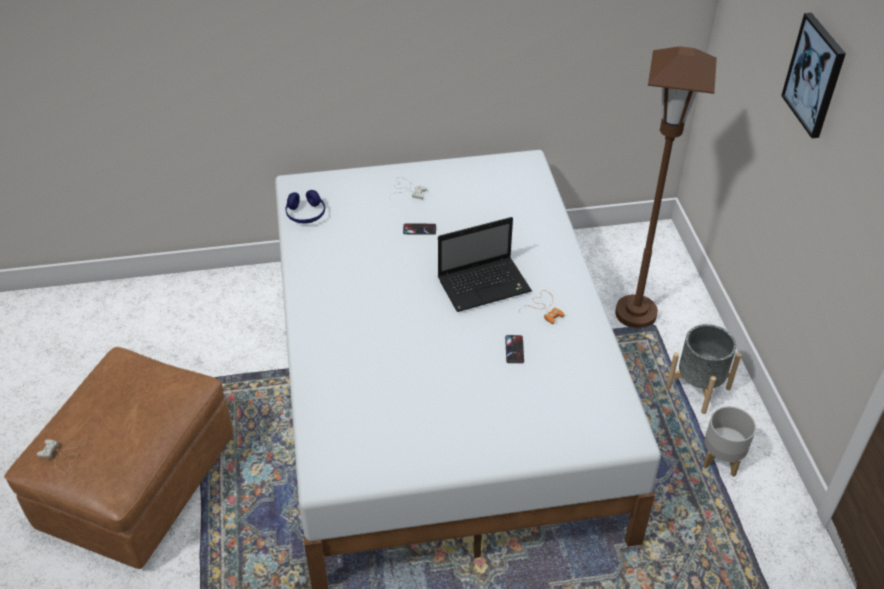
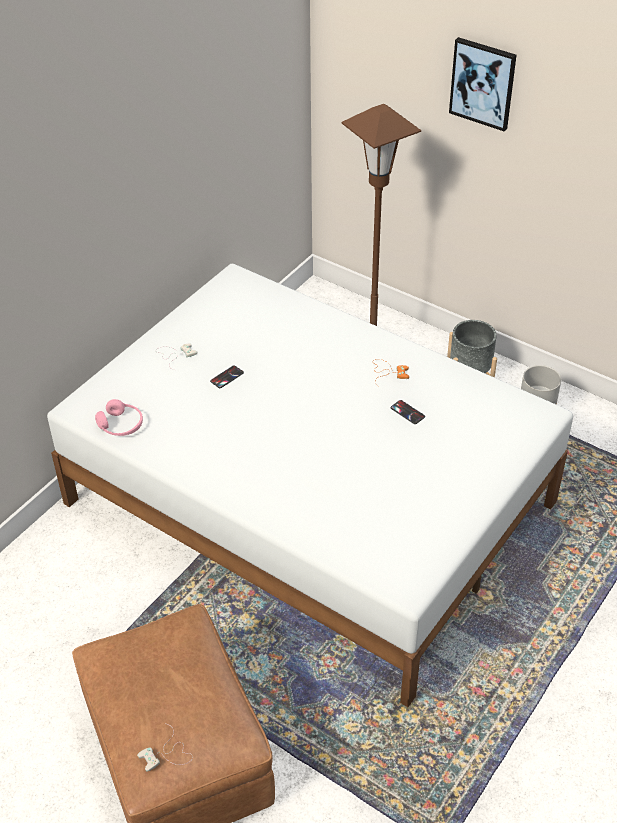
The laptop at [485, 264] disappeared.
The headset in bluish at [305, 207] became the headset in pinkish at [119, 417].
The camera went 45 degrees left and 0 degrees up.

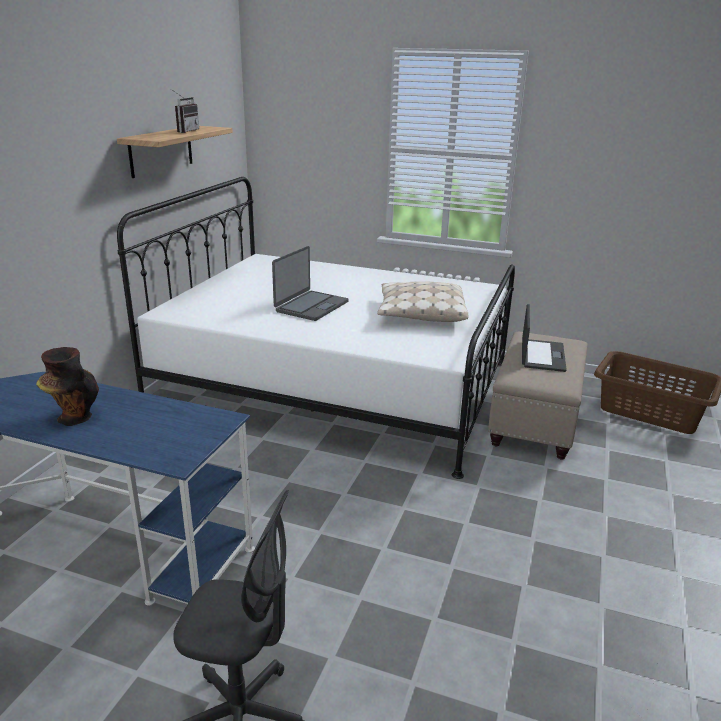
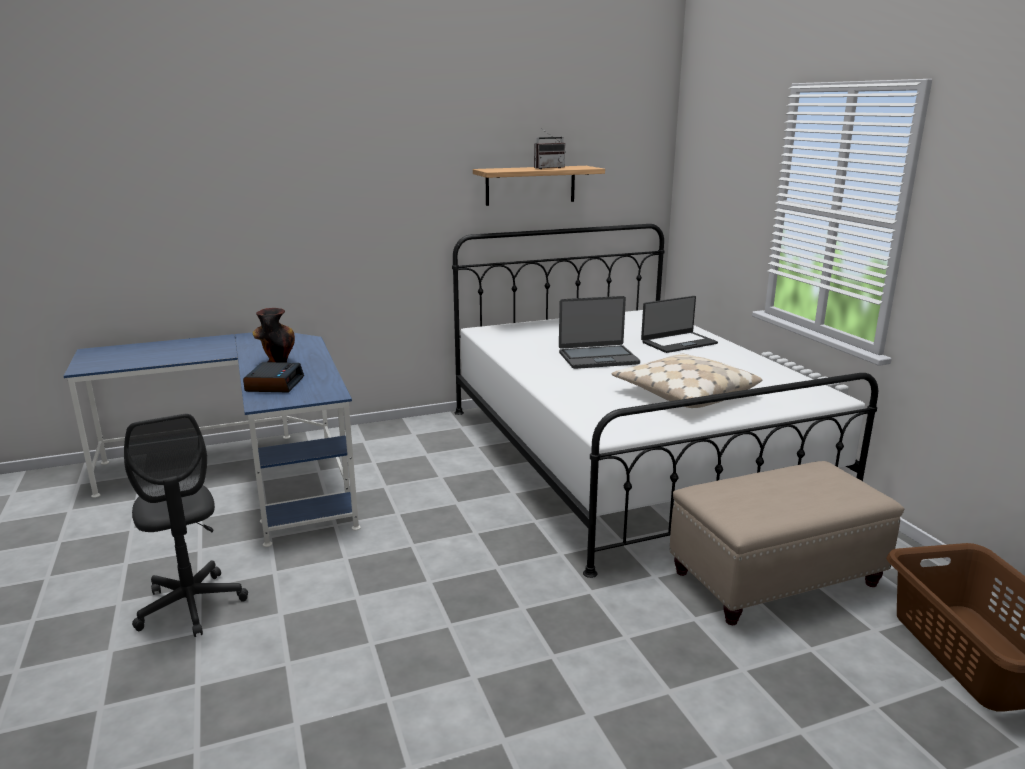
The alarm clock at [273, 377] appeared.
The laptop moved from [544, 338] to [679, 324].
The camera went 50 degrees right and 5 degrees down.

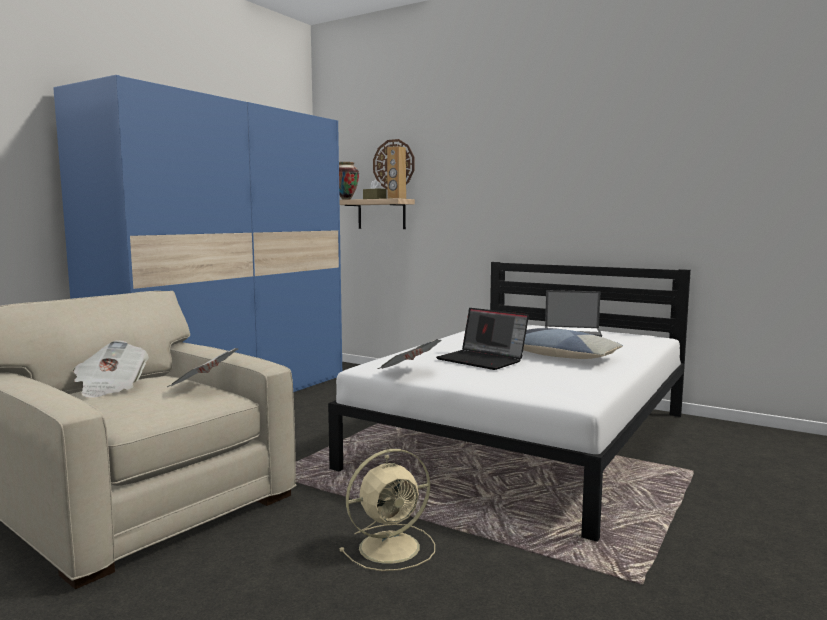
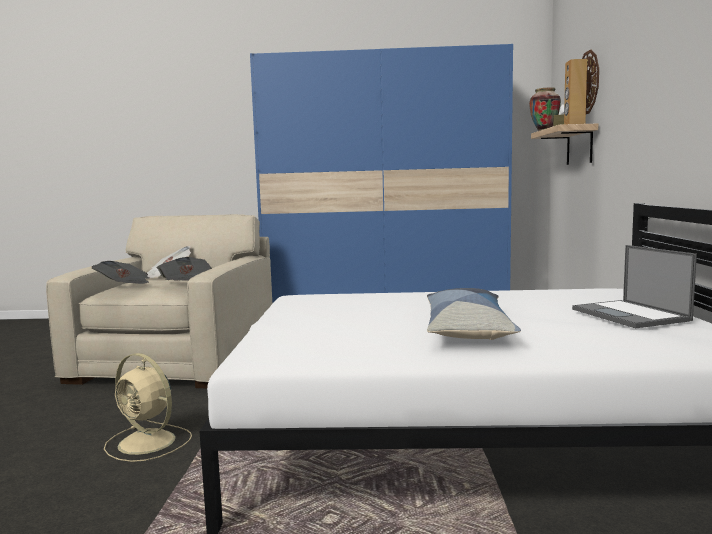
The laptop at [482, 339] disappeared.
The newspaper moved from [409, 354] to [120, 272].
The camera went 60 degrees right and 0 degrees up.

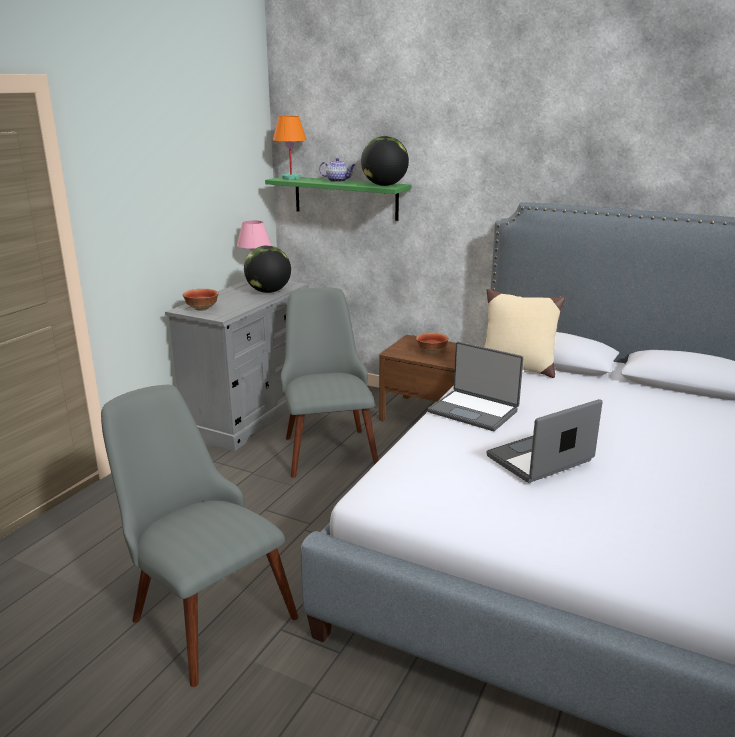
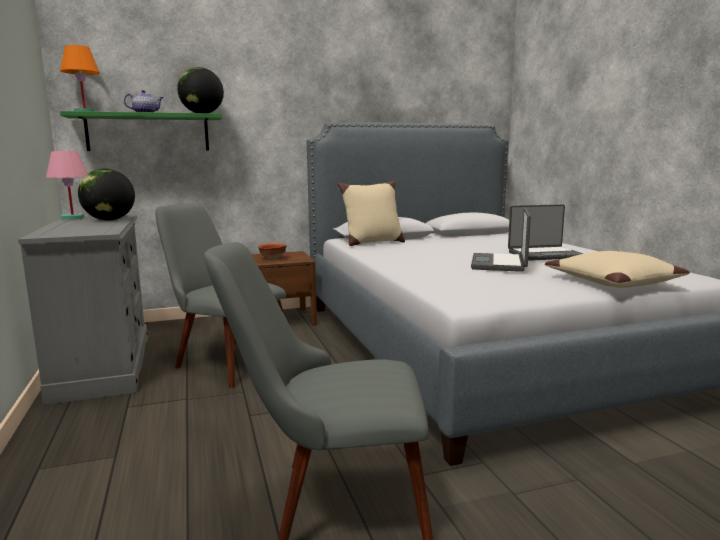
The serving bowl at [201, 300] disappeared.
The cushion in sand-coloured at [617, 269] appeared.
The laptop moved from [476, 386] to [545, 232].
The camera went 45 degrees left and 10 degrees down.

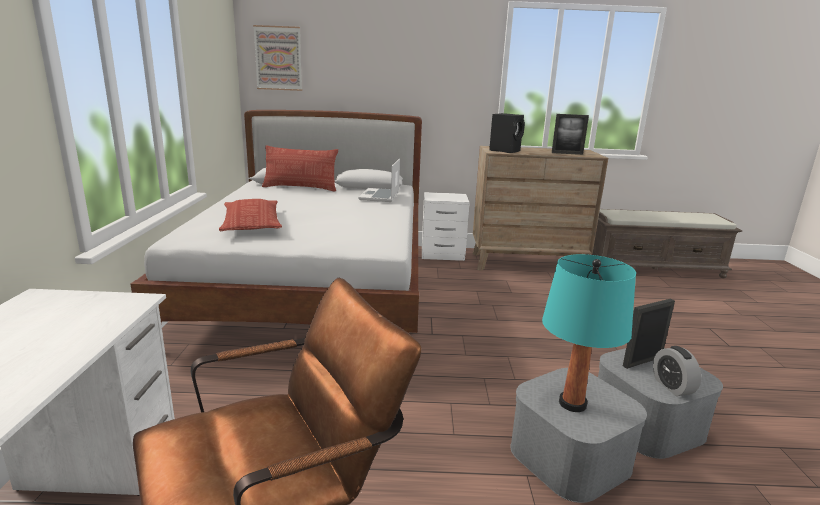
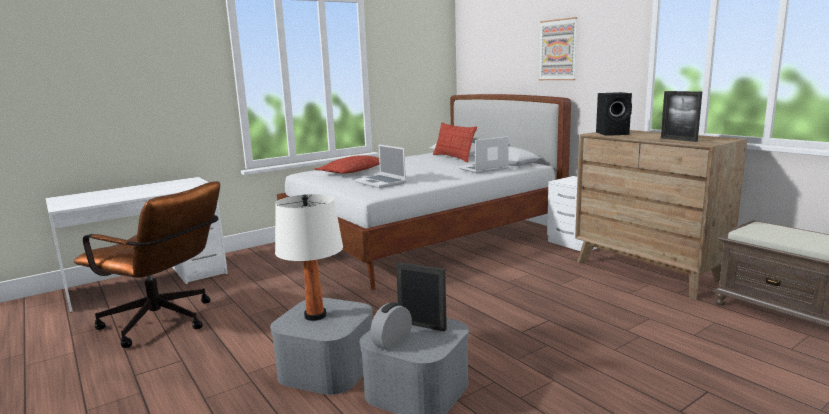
The laptop at [380, 166] appeared.
The picture moved from [277, 58] to [558, 48].
The lamp for a table in turquoise at [589, 333] became the lamp for a table in white at [309, 257].
The camera went 55 degrees right and 5 degrees down.

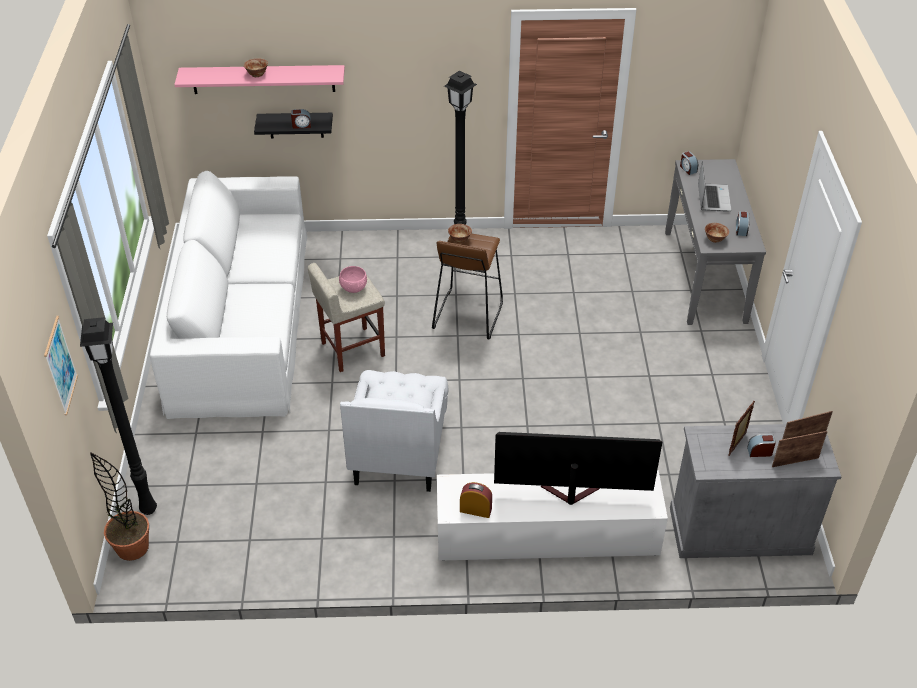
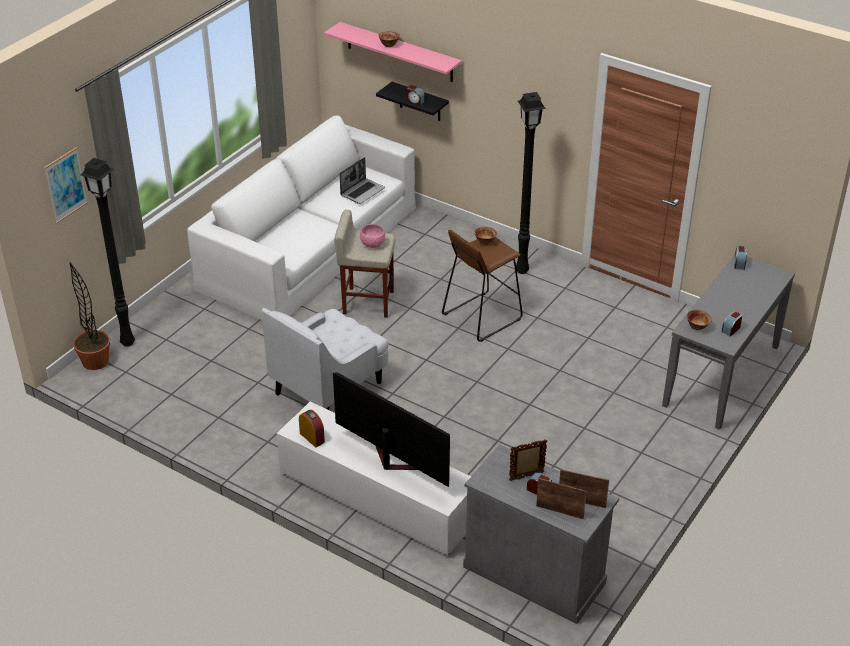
The laptop moved from [714, 186] to [362, 180].
The camera went 35 degrees right and 5 degrees down.

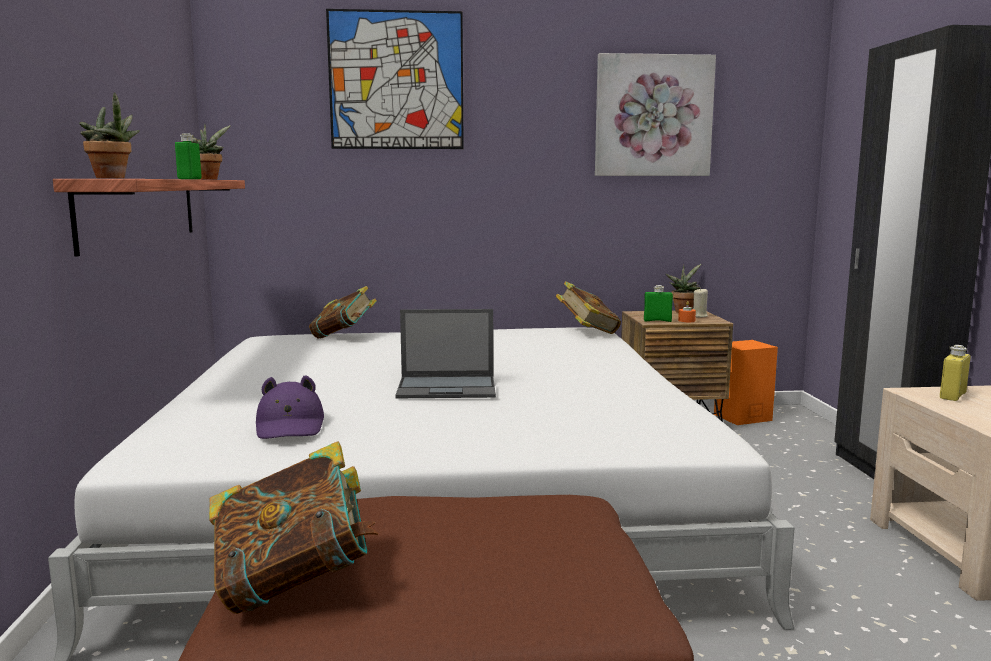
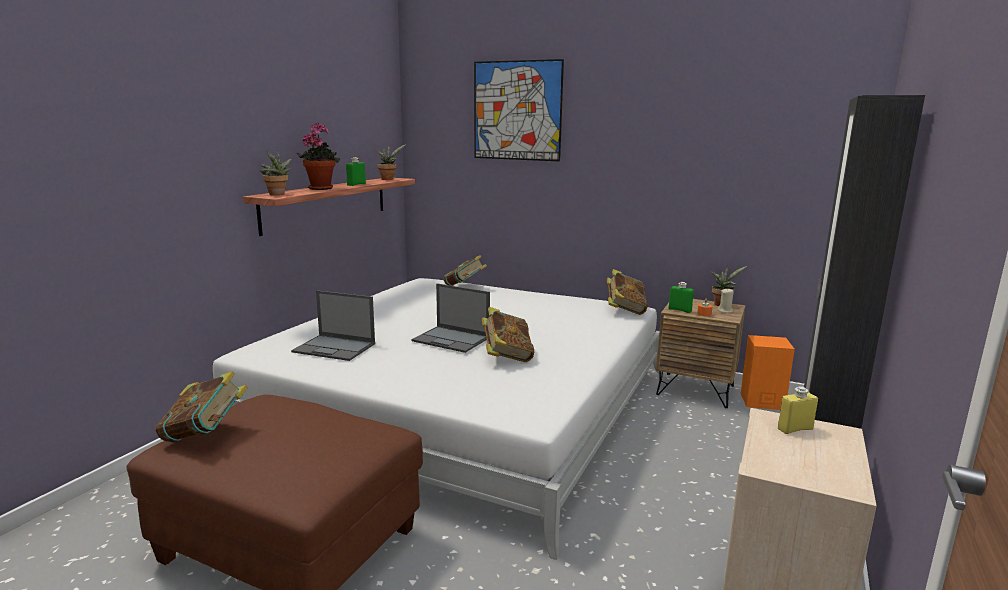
The picture at [655, 114] disappeared.
The plant in a pot at [318, 156] appeared.
The volume at [508, 334] appeared.
The clothing hat in purple at [290, 407] was replaced by the laptop at [333, 325].
The camera went 30 degrees right and 5 degrees up.

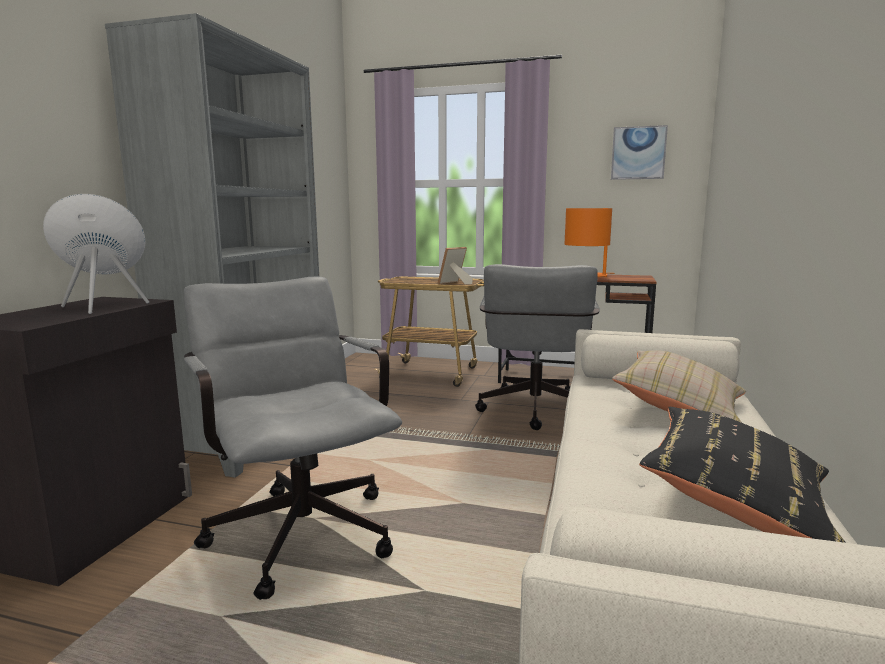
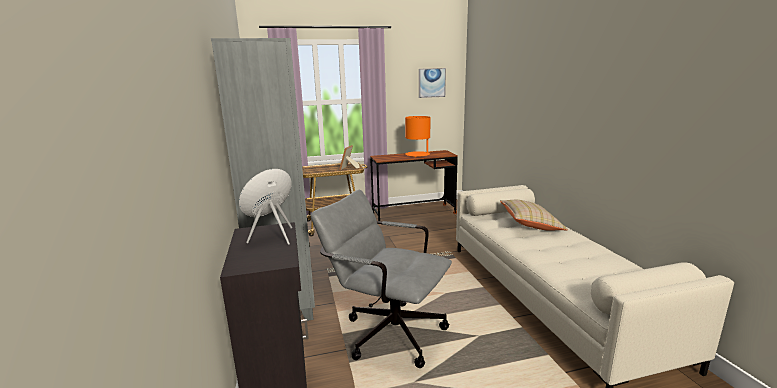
The office chair in greyish at [537, 347] disappeared.
The cushion in black at [742, 475] disappeared.
The camera went 30 degrees left and 5 degrees up.

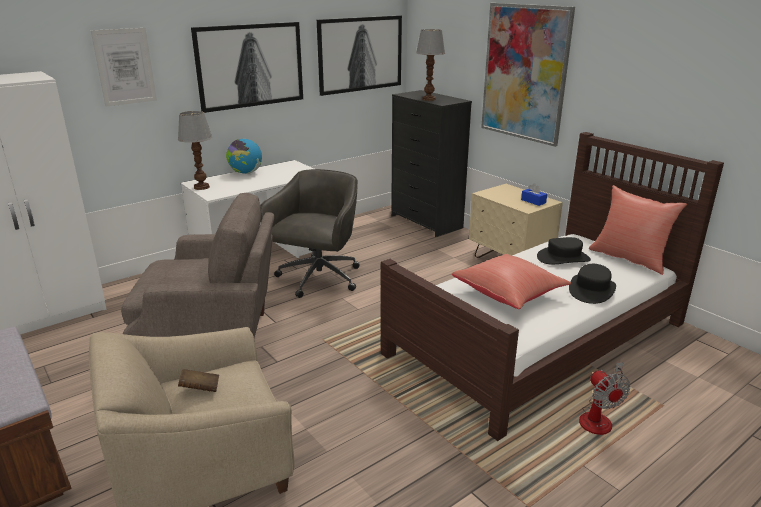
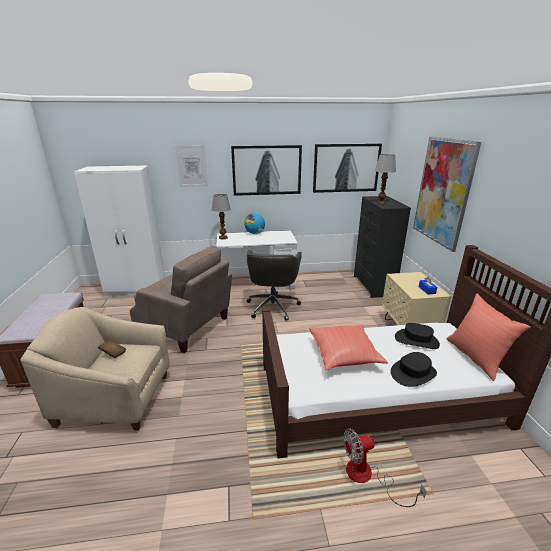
The office chair in greyish at [310, 233] turned 135 degrees clockwise.
The fan at [604, 398] turned 60 degrees clockwise.
The camera went 30 degrees right and 0 degrees up.

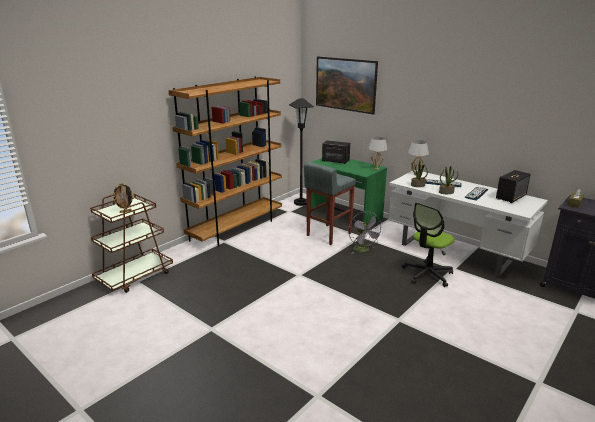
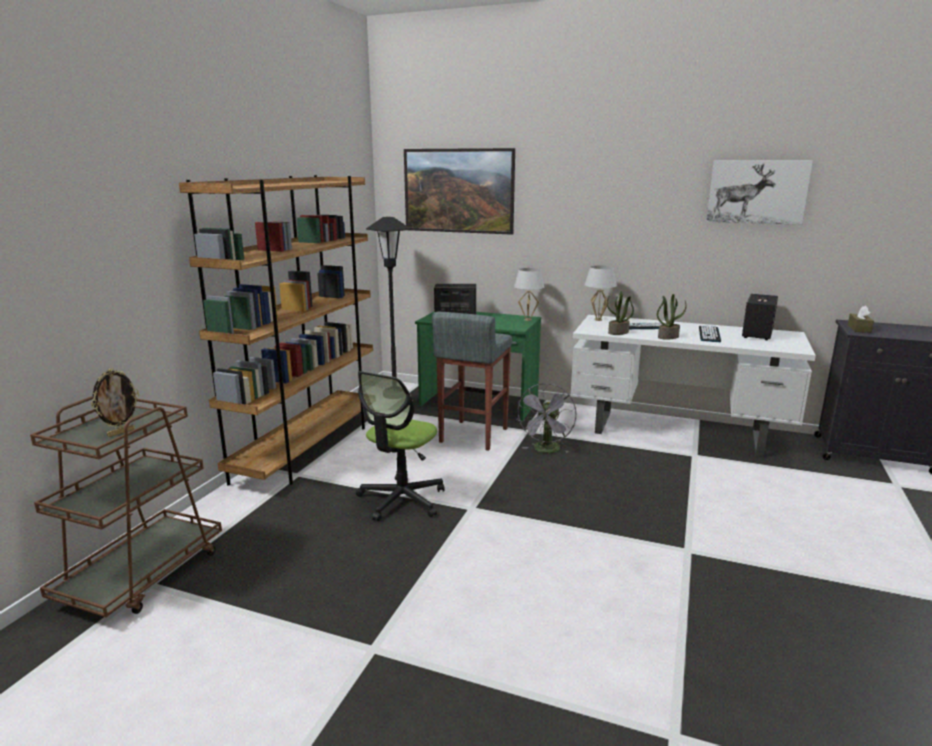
The picture at [759, 192] appeared.
The office chair moved from [428, 245] to [400, 446].
The fan in greyish at [365, 232] turned 60 degrees clockwise.
The camera went 20 degrees left and 5 degrees down.

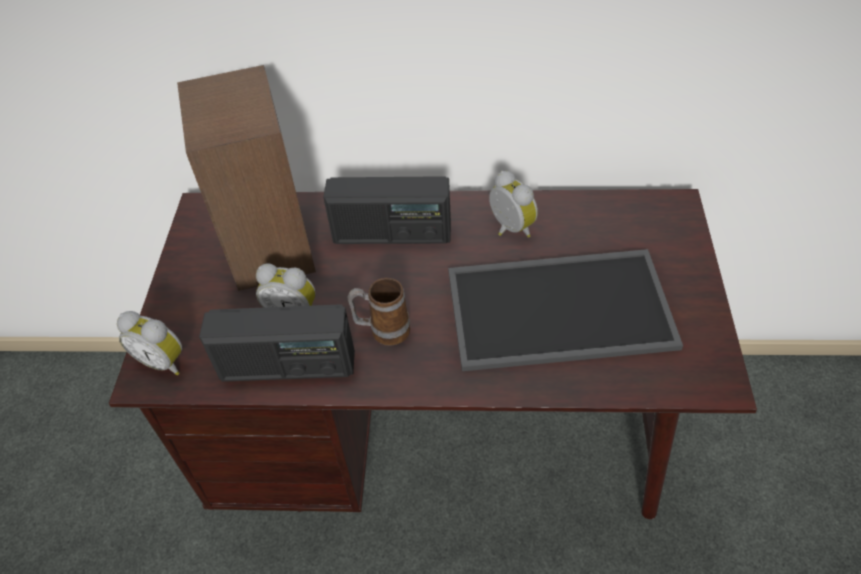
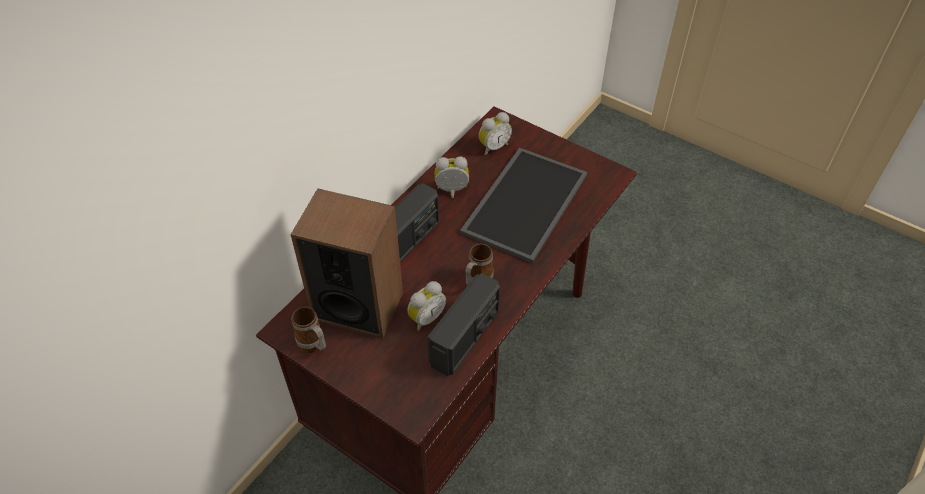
The coffee mug at [308, 330] appeared.
The alarm clock moved from [149, 343] to [495, 133].
The camera went 60 degrees left and 0 degrees up.

